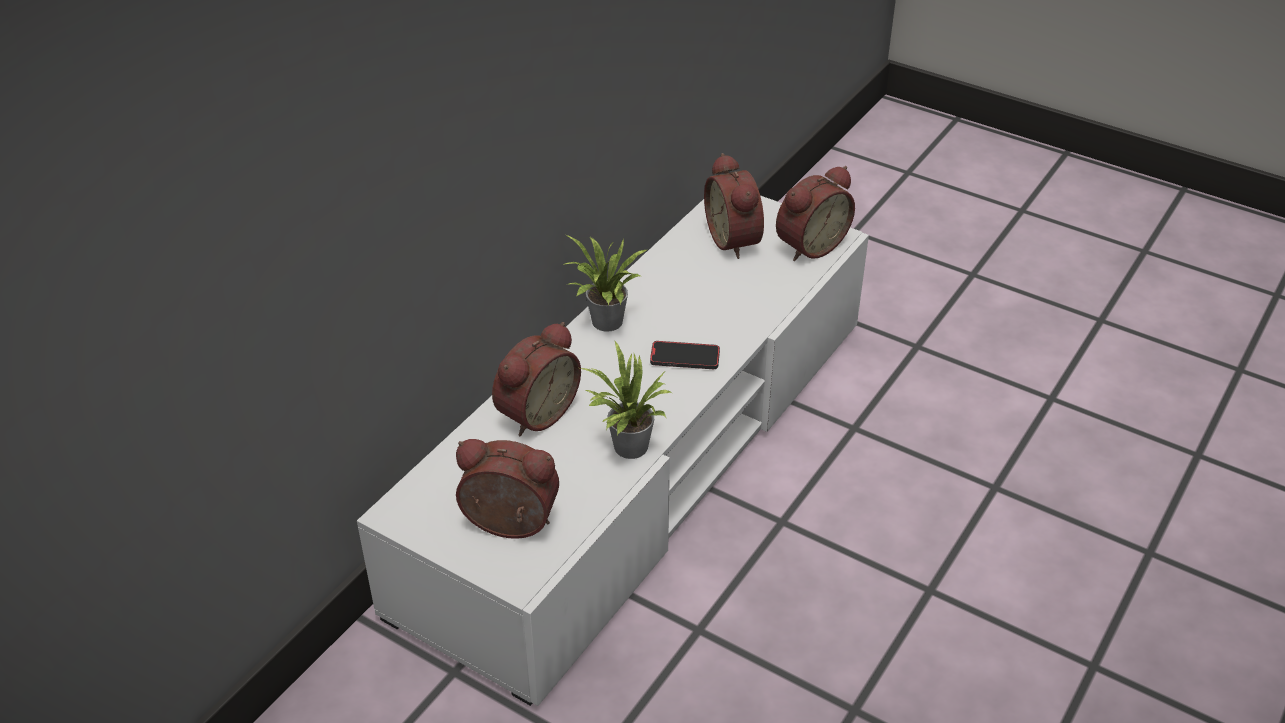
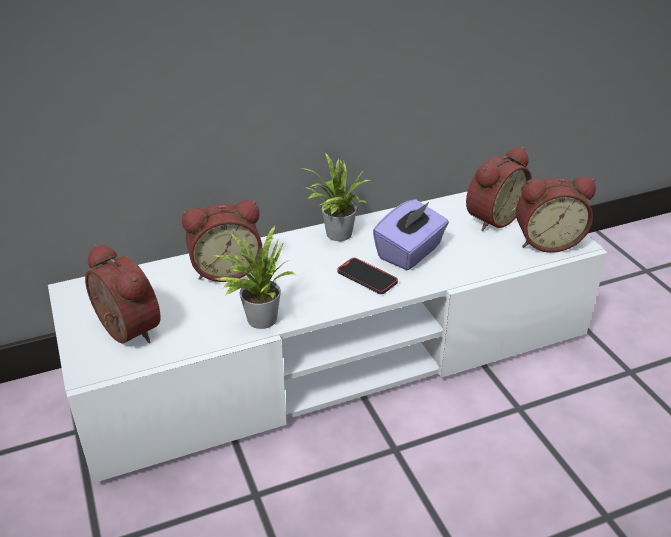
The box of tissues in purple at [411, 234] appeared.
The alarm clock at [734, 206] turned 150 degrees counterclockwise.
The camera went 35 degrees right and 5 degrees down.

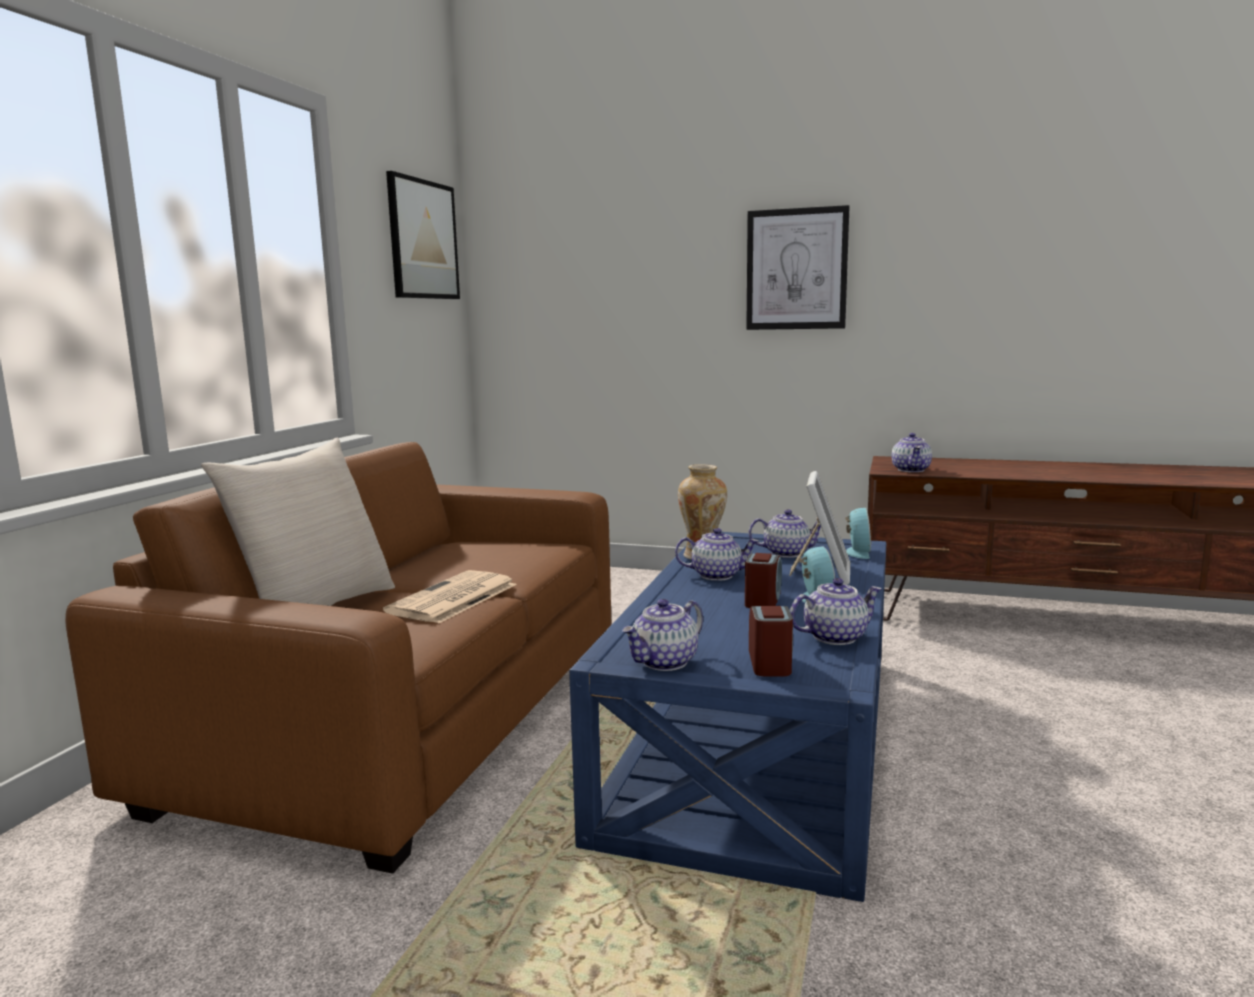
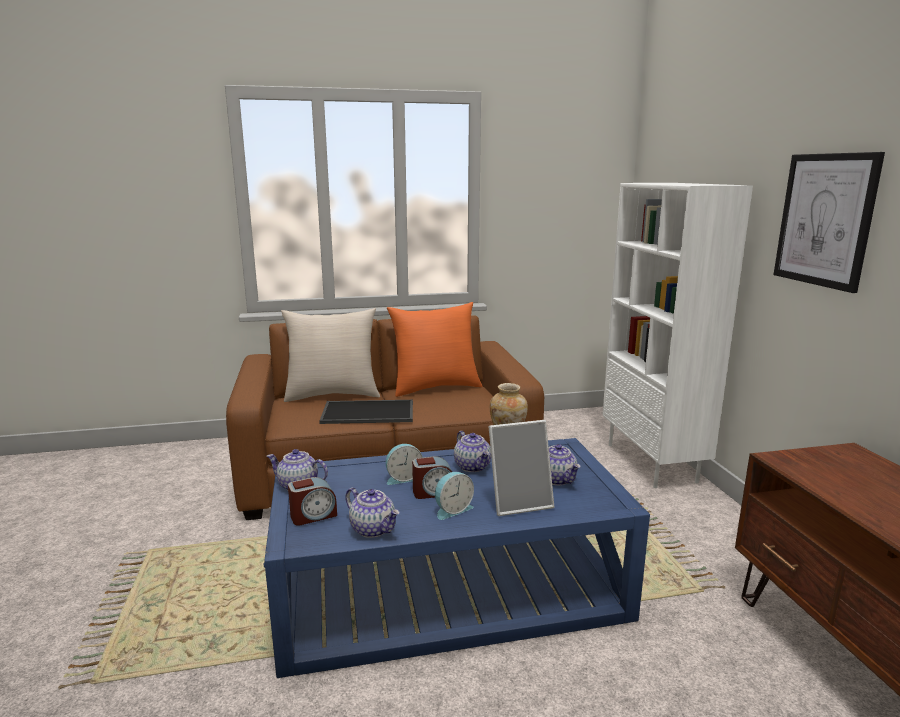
The picture at [423, 235] disappeared.
The pot for tea at [912, 452] disappeared.
The cushion in orangey at [435, 349] appeared.
The shelving unit in white at [677, 335] appeared.
The alarm clock moved from [858, 533] to [404, 464].
The newspaper at [450, 597] was replaced by the carrying tray at [366, 412].
The camera went 60 degrees right and 5 degrees up.

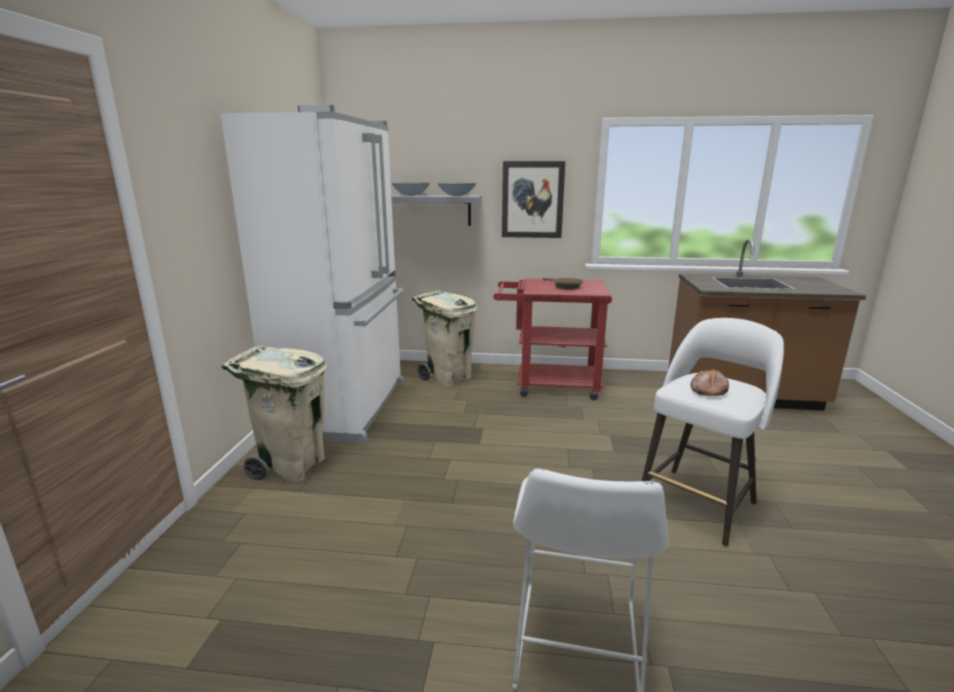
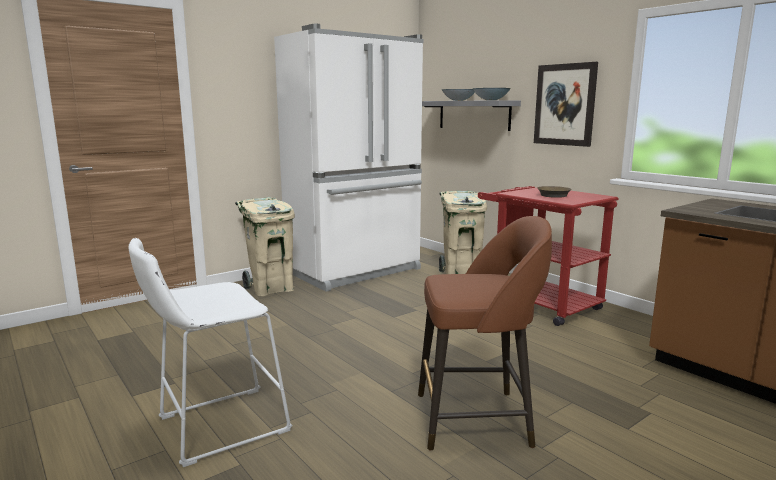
The baked bread at [709, 382] disappeared.
The stool in white at [713, 432] became the stool in brownish at [485, 333].
The camera went 45 degrees right and 5 degrees down.

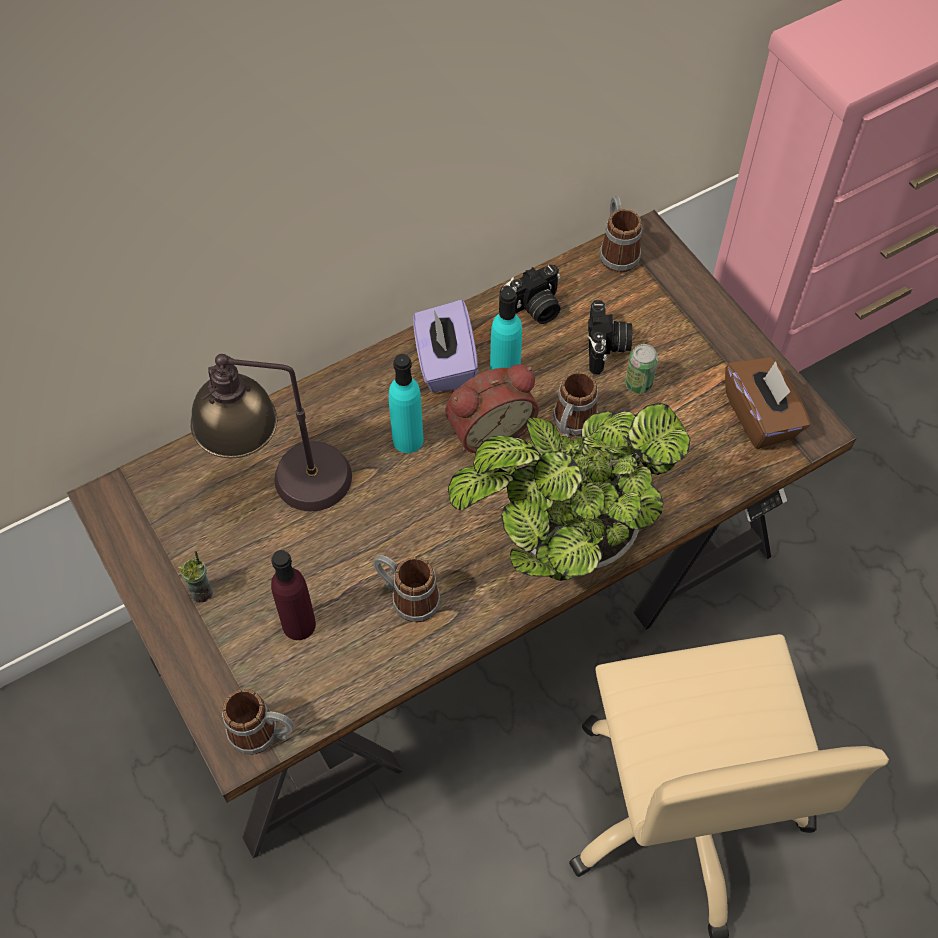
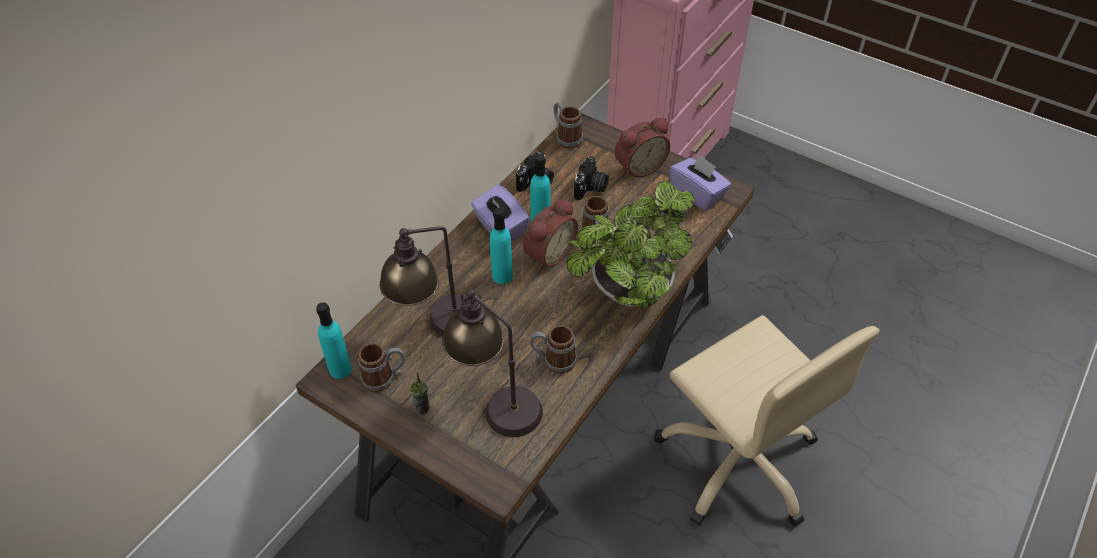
The sealed can at [641, 369] disappeared.
The drink bottle in turquoise at [334, 340] appeared.
The alarm clock at [642, 148] appeared.
The coffee mug moved from [258, 722] to [381, 367].
The drink bottle in purple at [293, 595] was replaced by the lamp for a table at [492, 363].
The box of tissues in brownish at [767, 403] became the box of tissues in purple at [700, 182].
The photo camera at [610, 337] turned 45 degrees clockwise.
The camera went 25 degrees left and 10 degrees down.

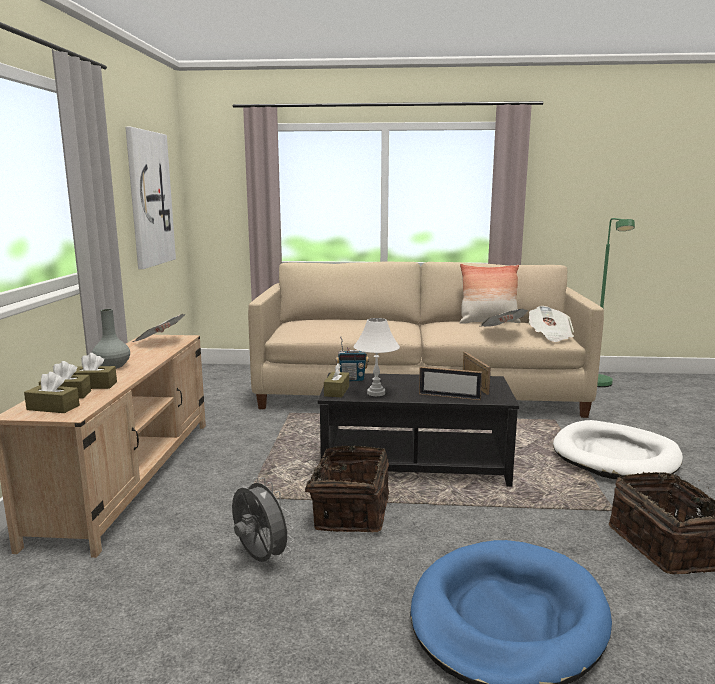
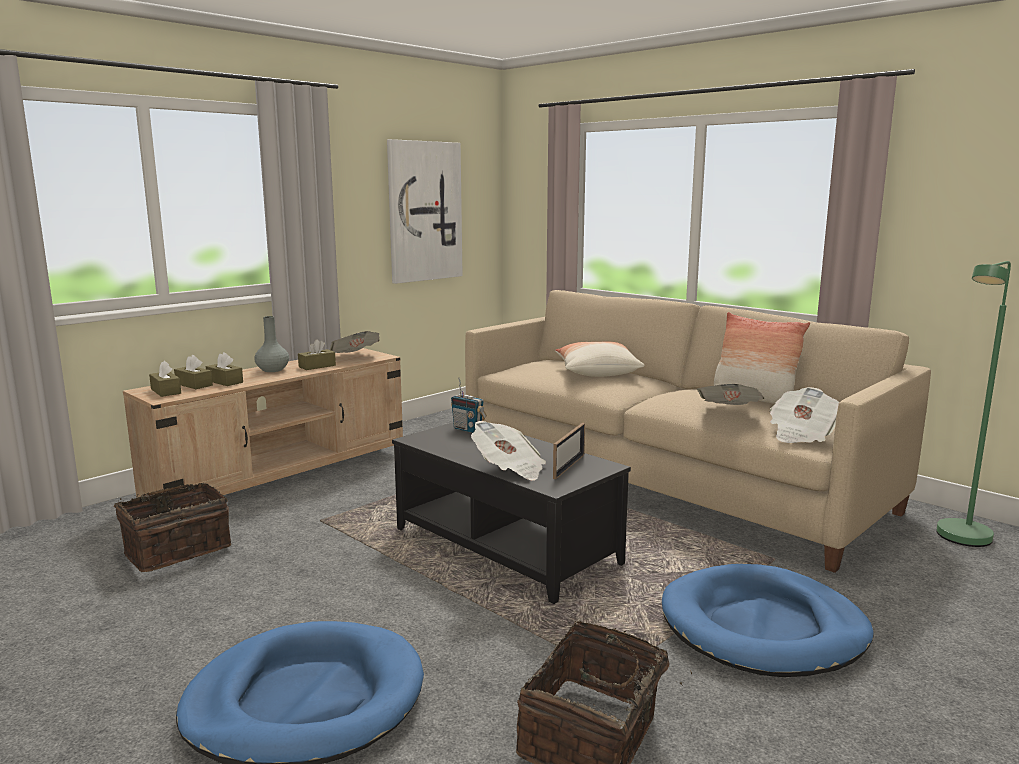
The fan in greyish at [263, 519] disappeared.
The lamp for a table in white at [377, 357] disappeared.
The cushion at [600, 359] appeared.
The household basket moved from [339, 488] to [172, 527].
The box of tissues in brownish moved from [336, 380] to [317, 354].
The picture frame at [450, 383] was replaced by the newspaper at [508, 451].
The pet bed in white at [618, 449] became the pet bed in bluish at [767, 620].
The camera went 40 degrees right and 0 degrees up.

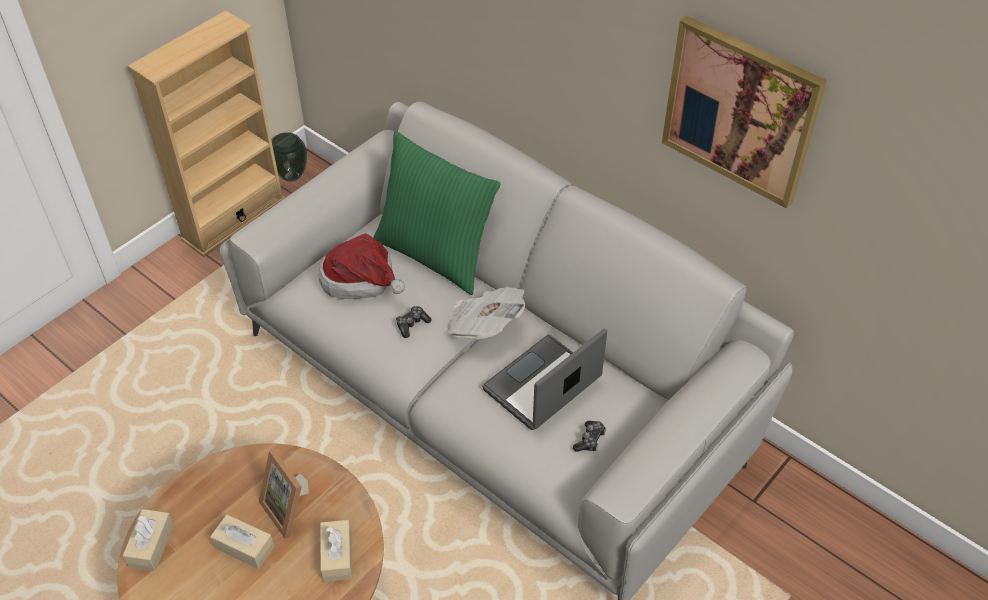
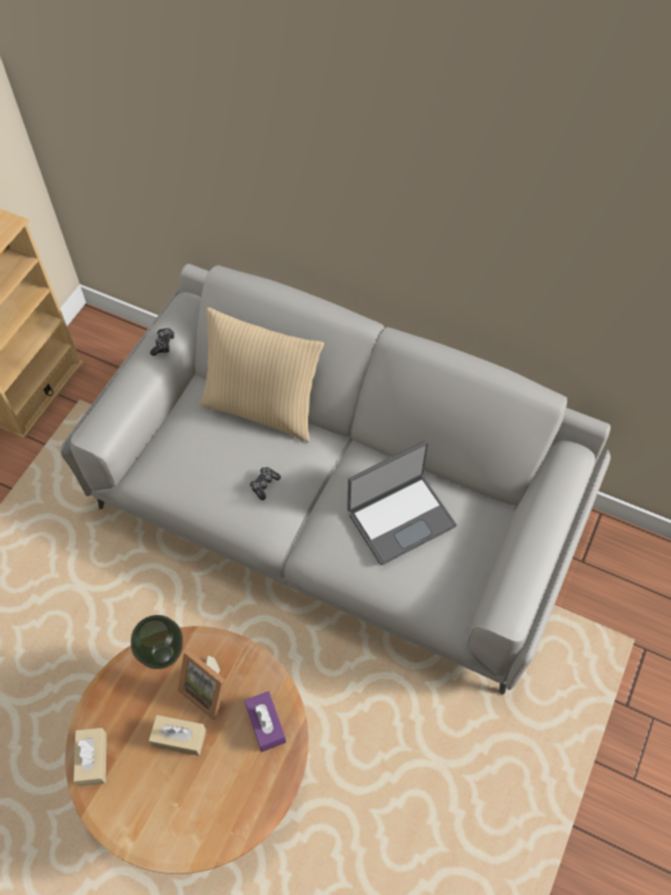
The clothing hat at [362, 266] disappeared.
The newspaper at [486, 312] disappeared.
The picture at [744, 112] disappeared.
The vase moved from [289, 157] to [157, 642].
The joypad moved from [589, 436] to [162, 342].
The box of tissues in sand-coloured at [336, 551] became the box of tissues in purple at [265, 721].
The cushion in green-coloured at [437, 213] became the cushion in sand-coloured at [262, 374].
The laptop at [544, 379] turned 150 degrees counterclockwise.
The camera went 15 degrees left and 10 degrees up.

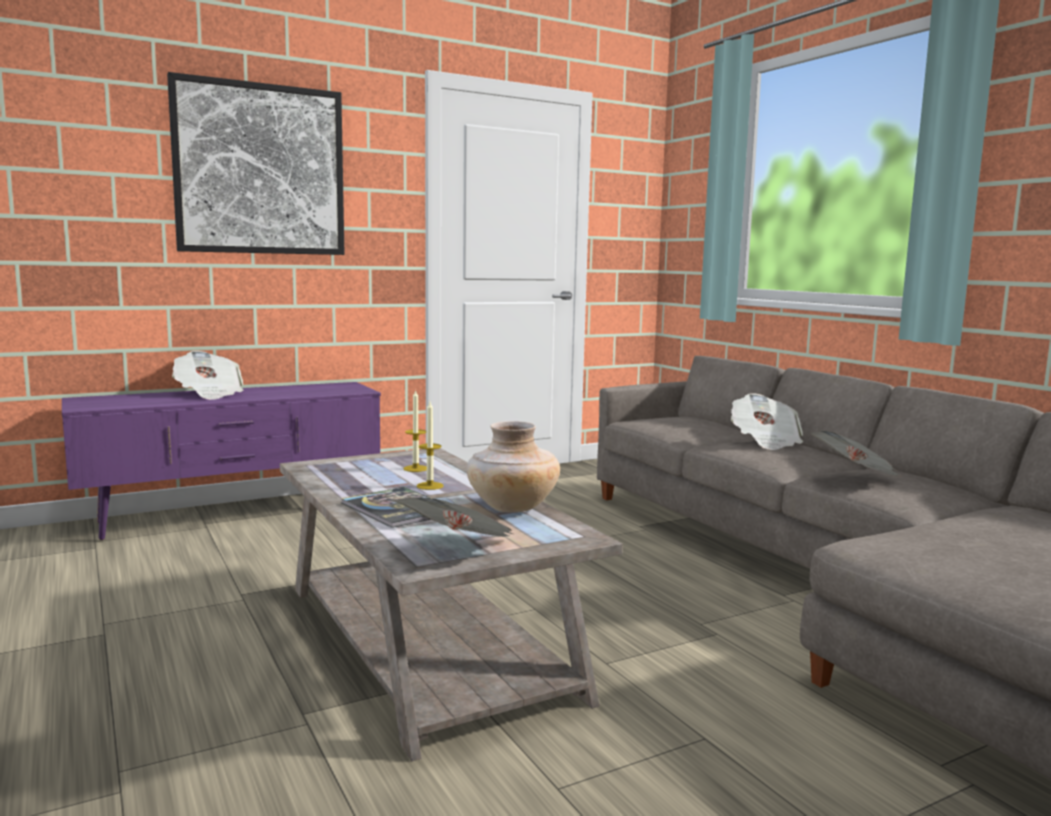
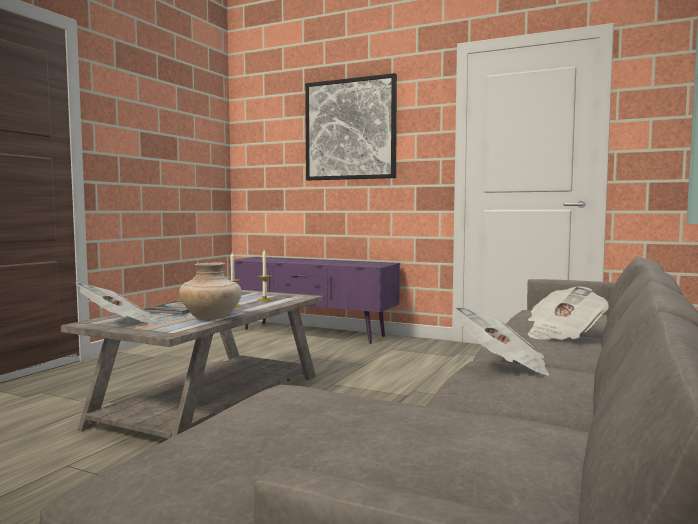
The newspaper at [207, 375] disappeared.
The camera went 55 degrees right and 5 degrees down.

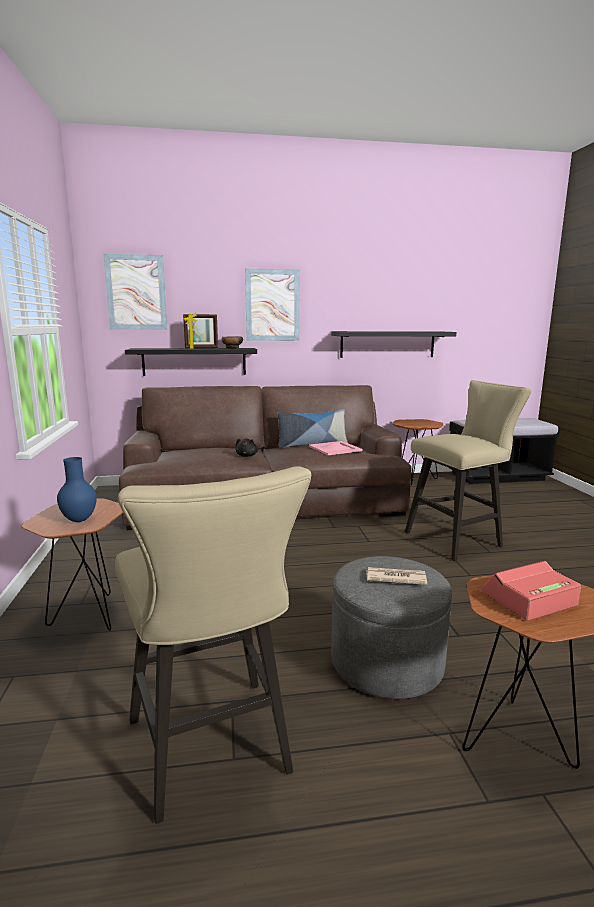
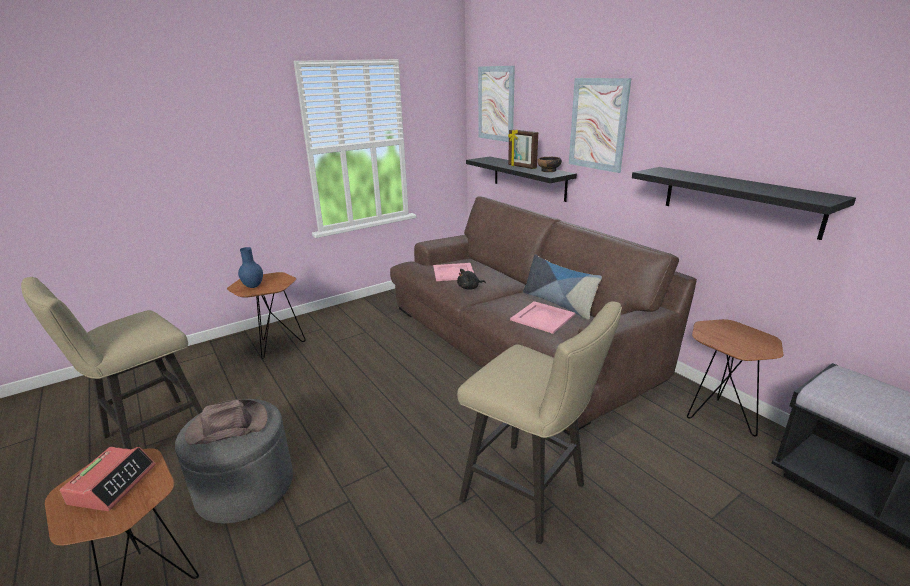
The carrying tray in pinkish at [453, 272] appeared.
The newspaper at [396, 576] was replaced by the clothing hat in brownish at [226, 422].
The alarm clock at [531, 591] turned 60 degrees clockwise.
The camera went 65 degrees right and 10 degrees up.

